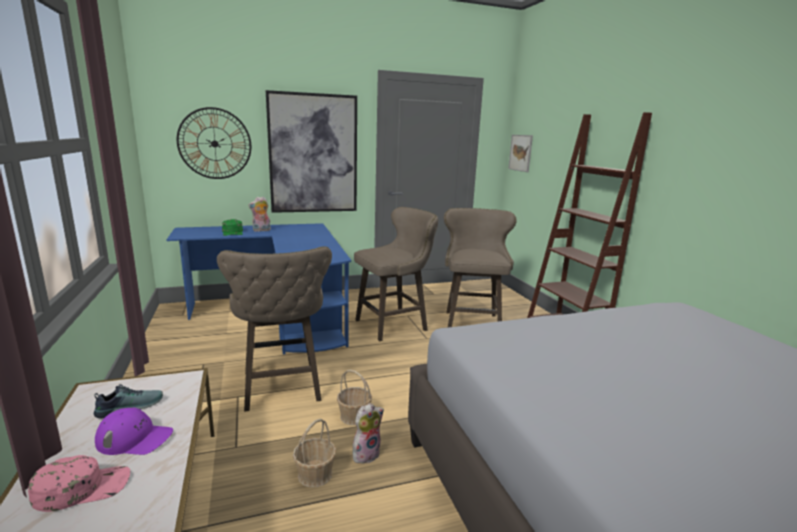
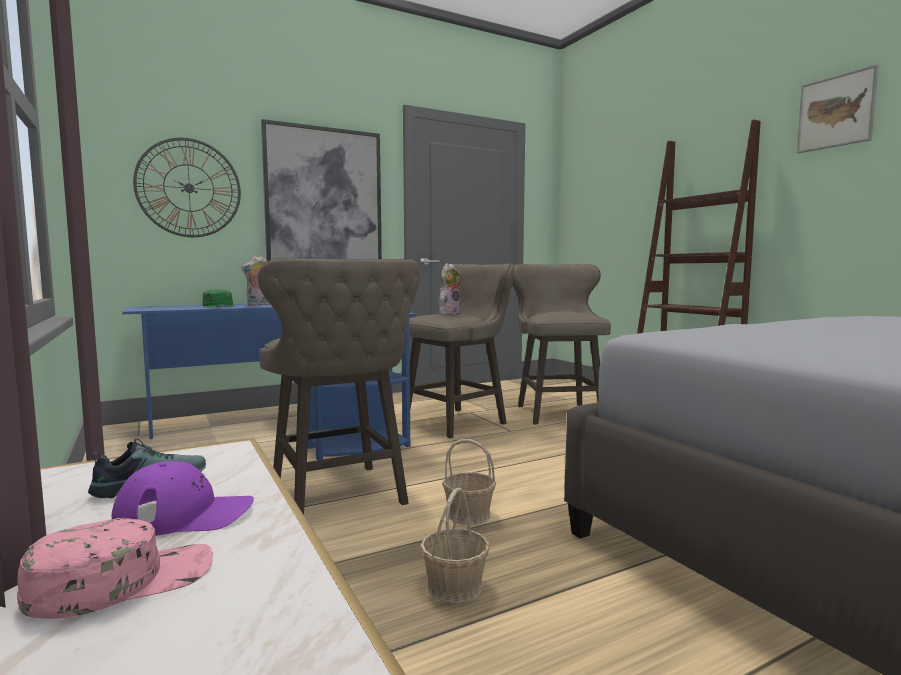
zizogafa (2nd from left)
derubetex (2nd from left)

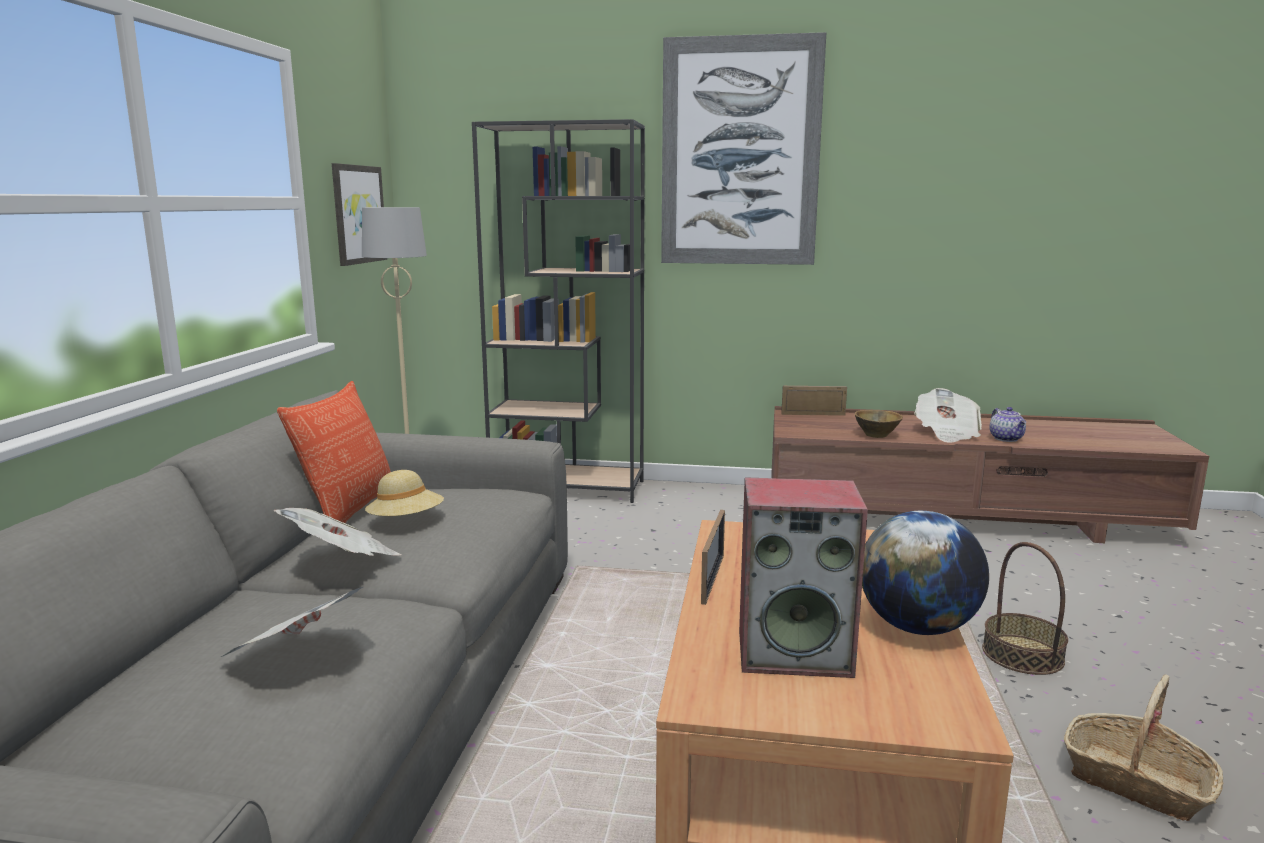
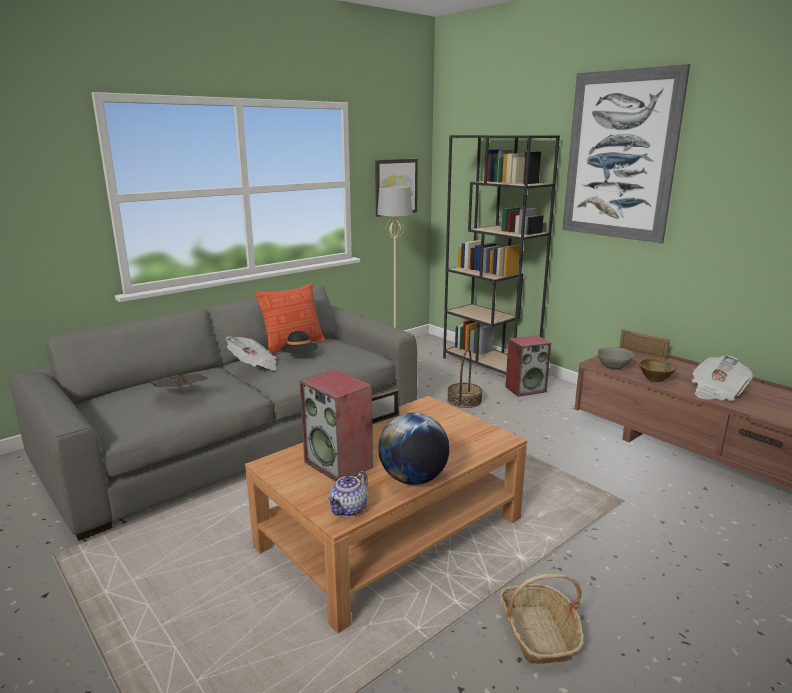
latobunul
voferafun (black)
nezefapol (1st from left)
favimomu (2nd from left)
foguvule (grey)

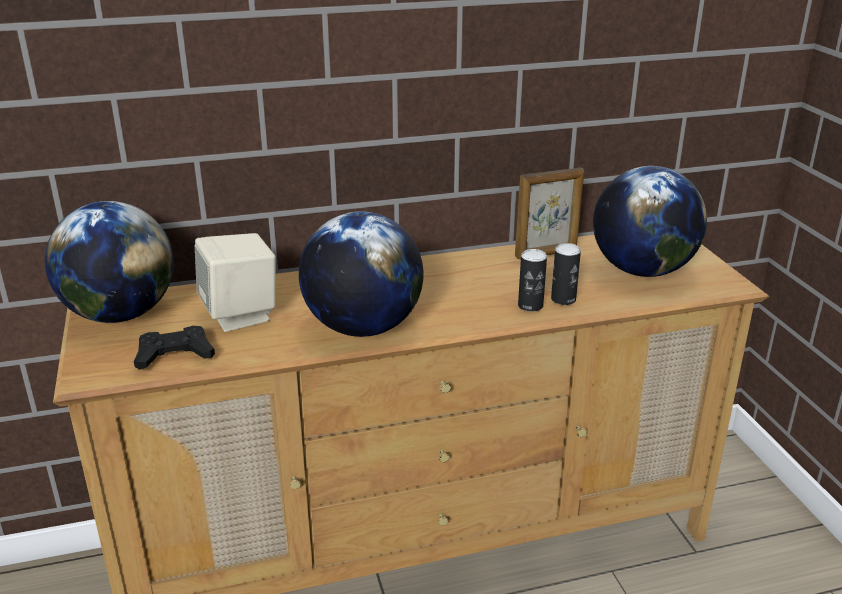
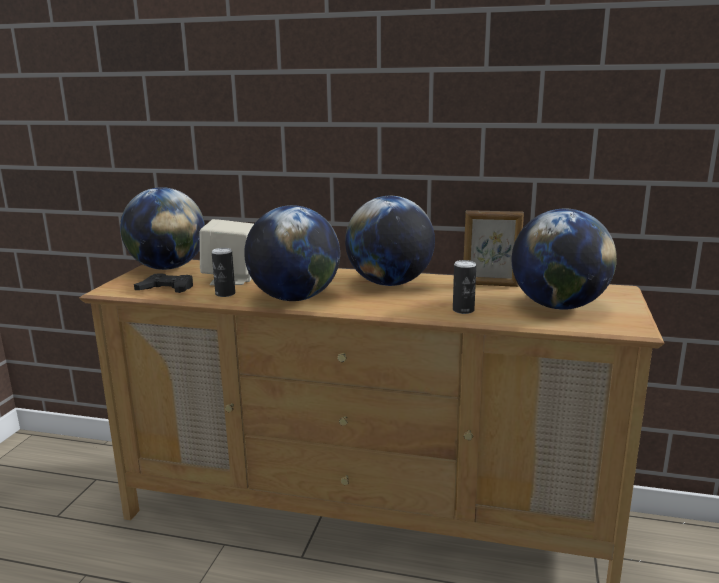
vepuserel (1st from left)
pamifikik (3rd from left)

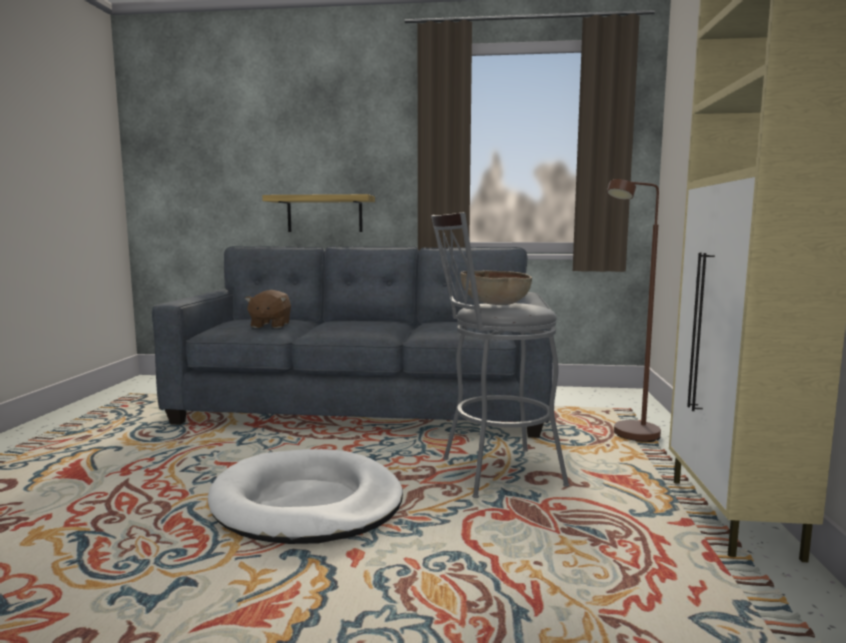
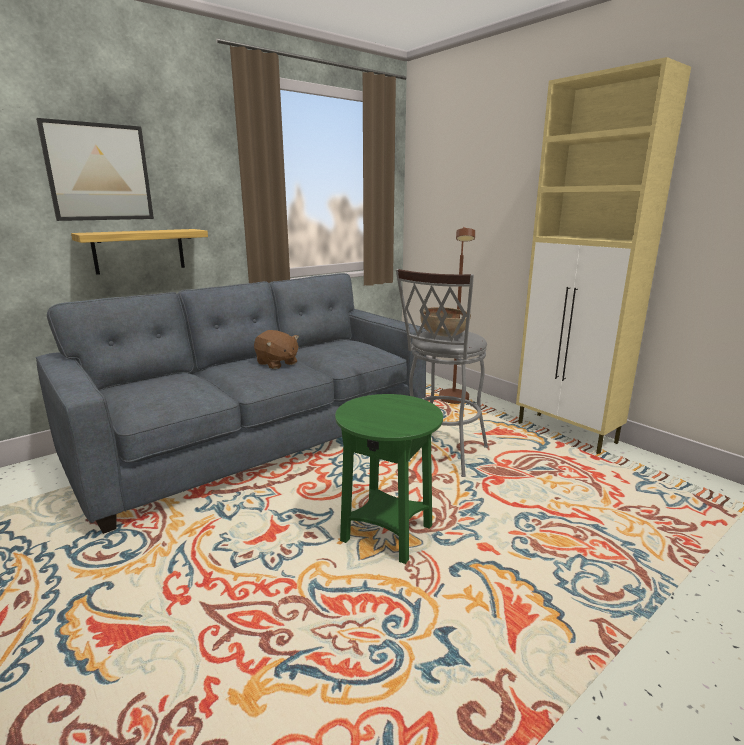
derubetex (brown)
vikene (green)
zizogafa

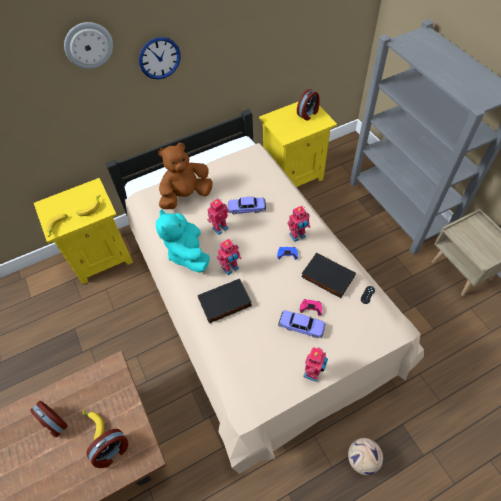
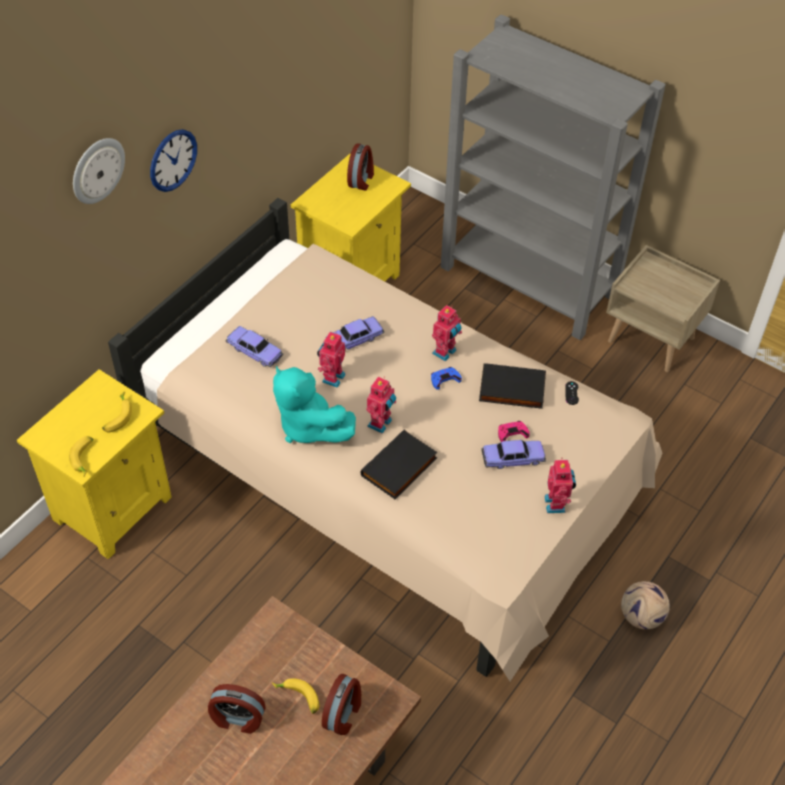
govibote (1st from left)

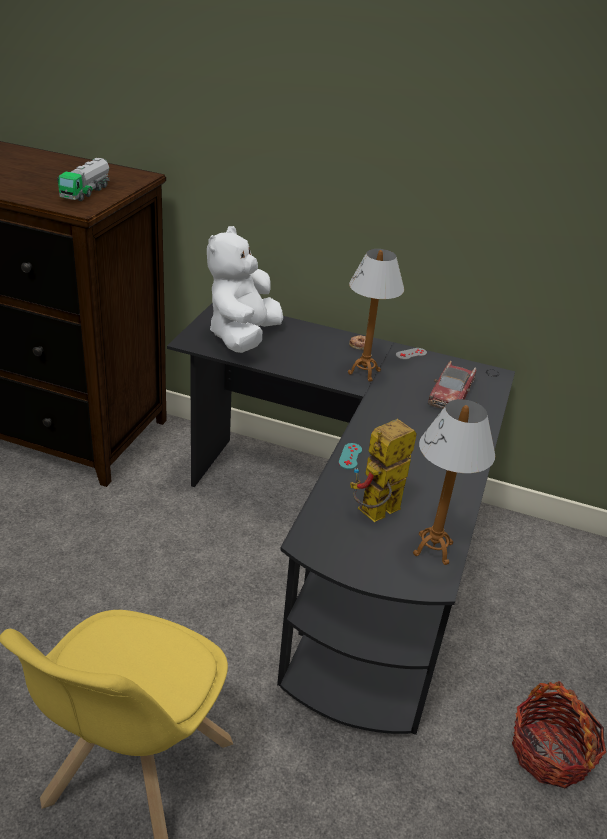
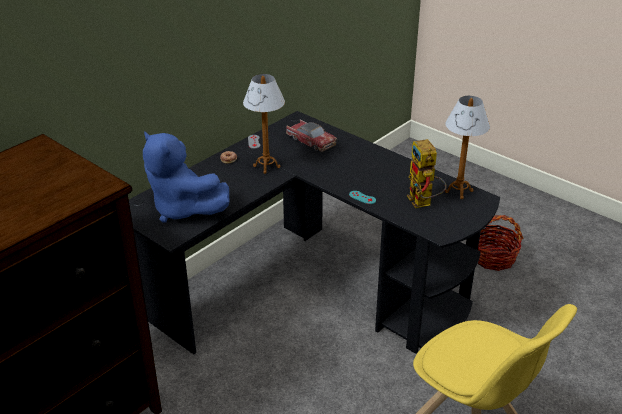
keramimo
derubetex (blue)

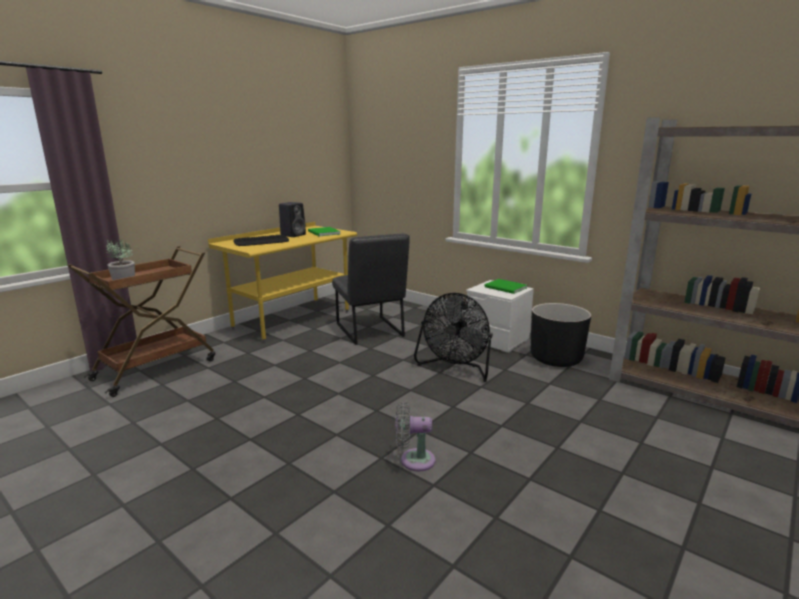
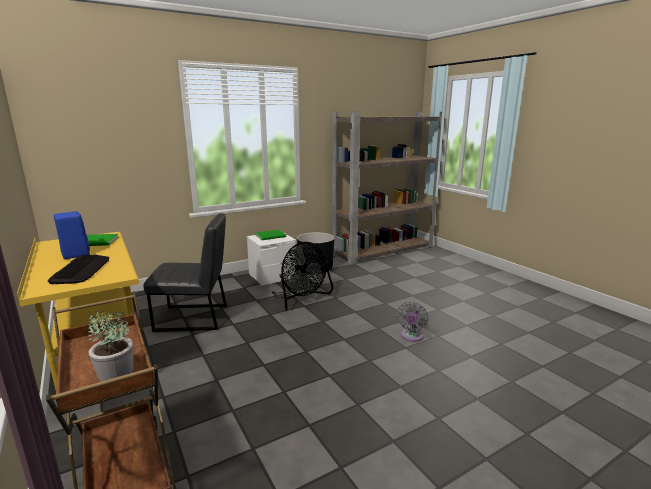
favimomu (blue)

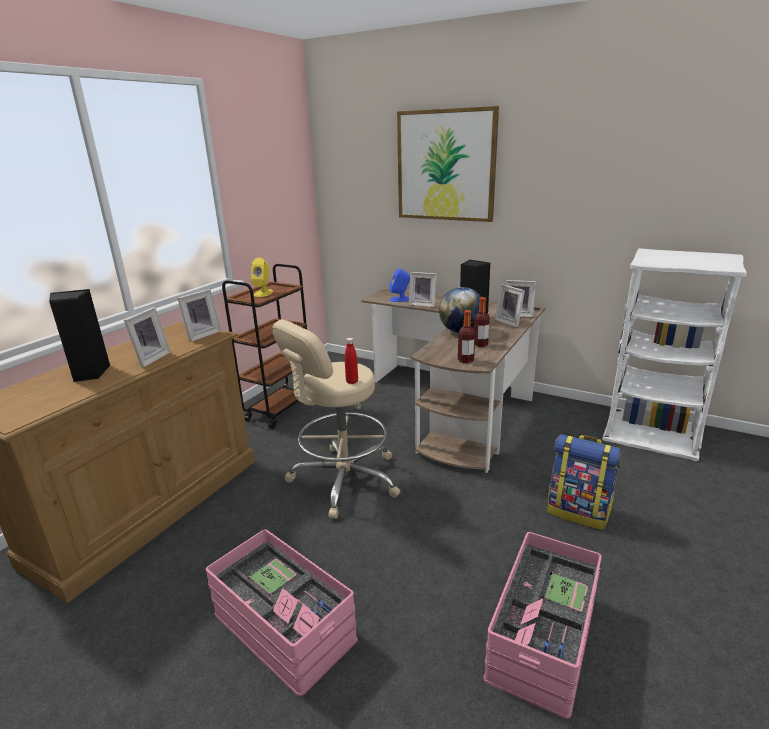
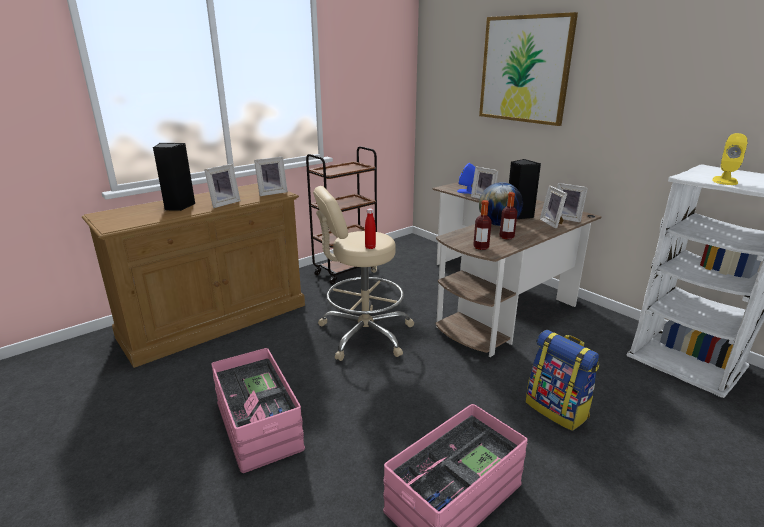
favimomu (yellow)

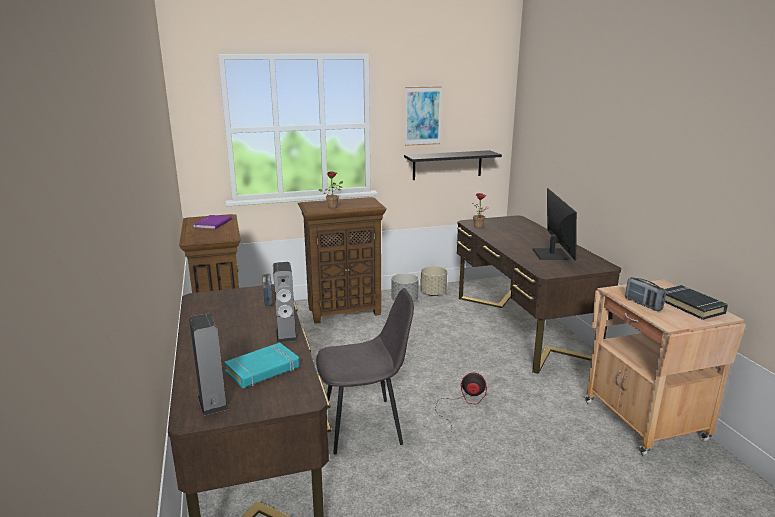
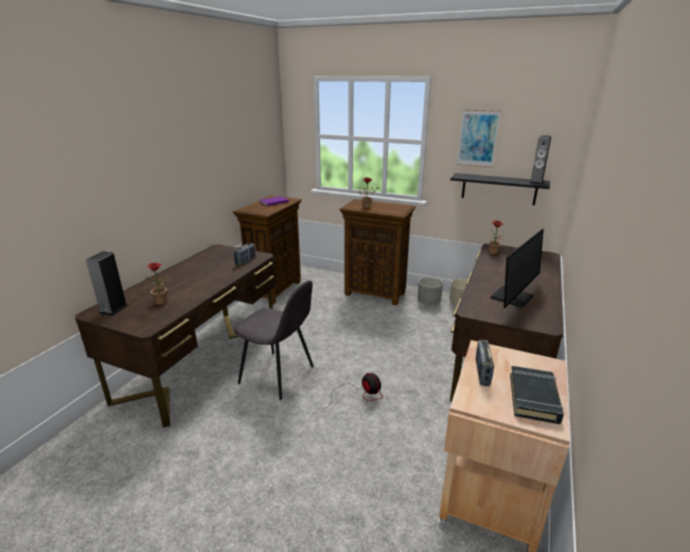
favimomu (2nd from left)
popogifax (1st from left)

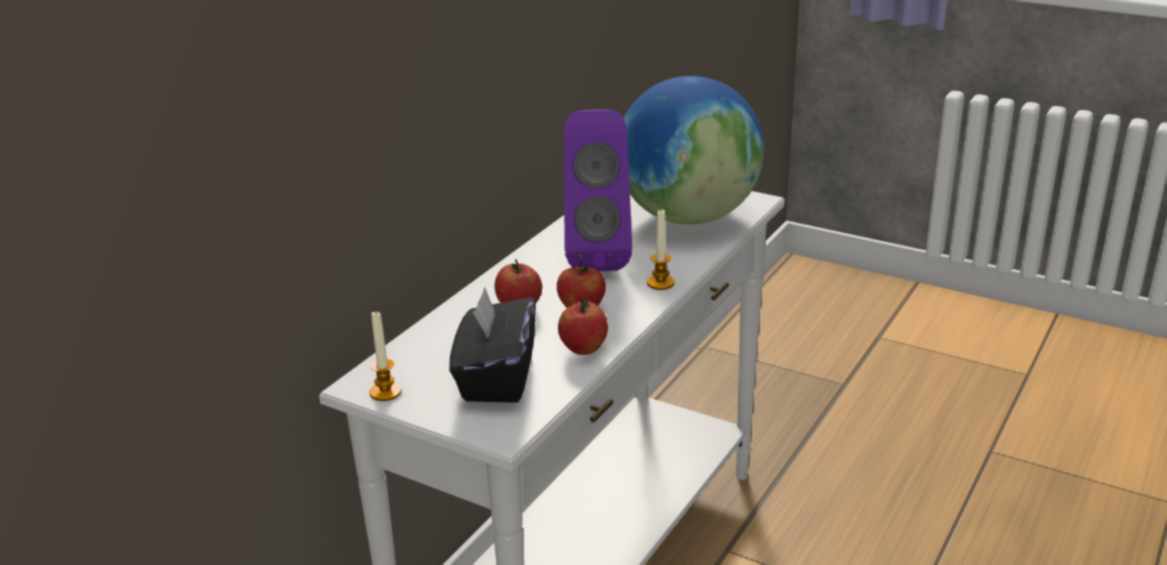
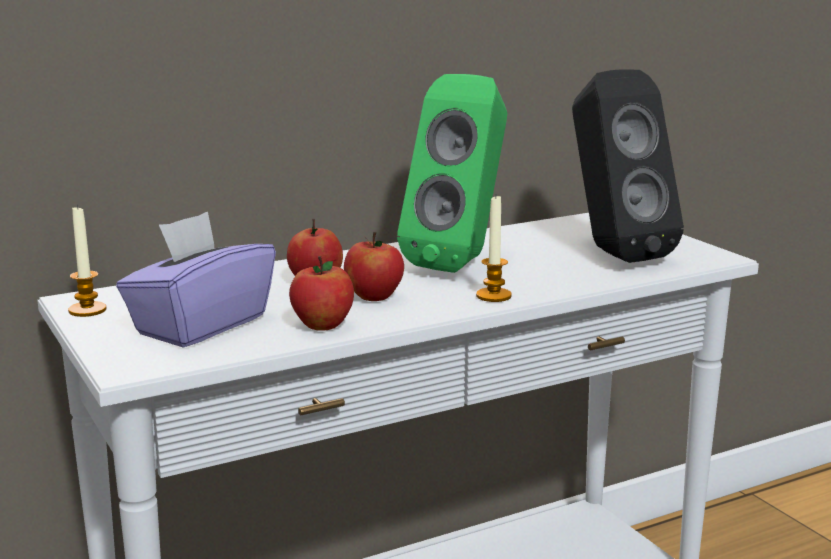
favimomu (black)
favimomu (green)
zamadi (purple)

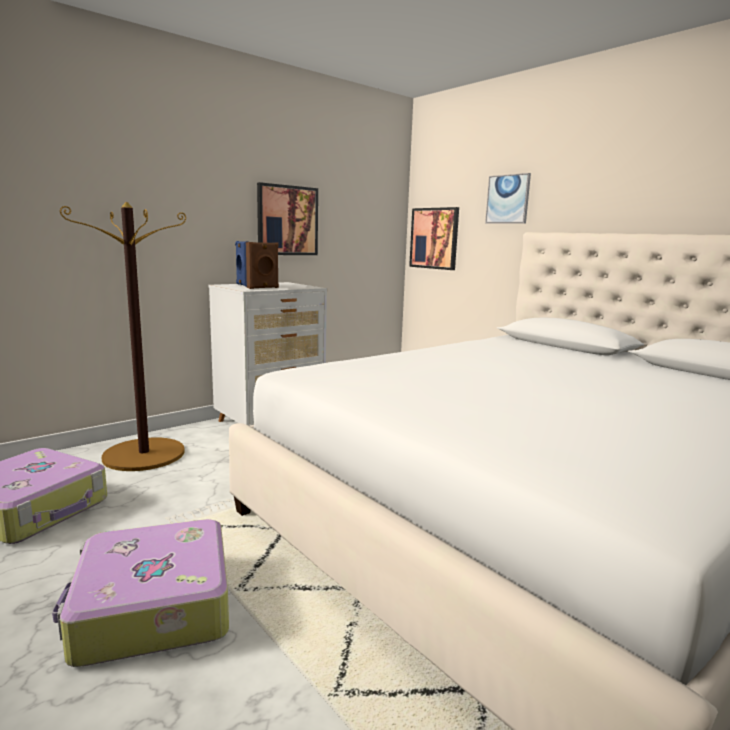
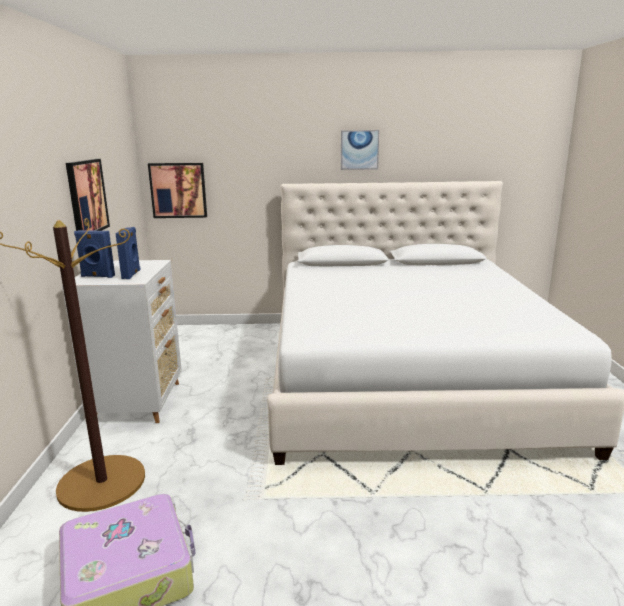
zizogafa (3rd from left)
favimomu (blue) (2nd from left)
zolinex (2nd from left in the first image)

